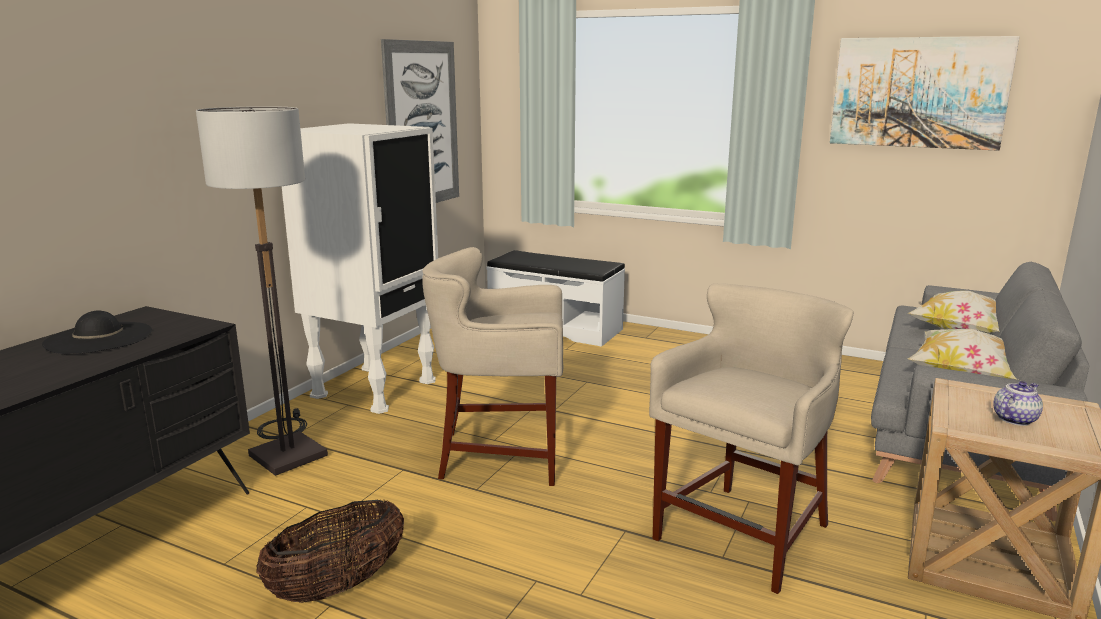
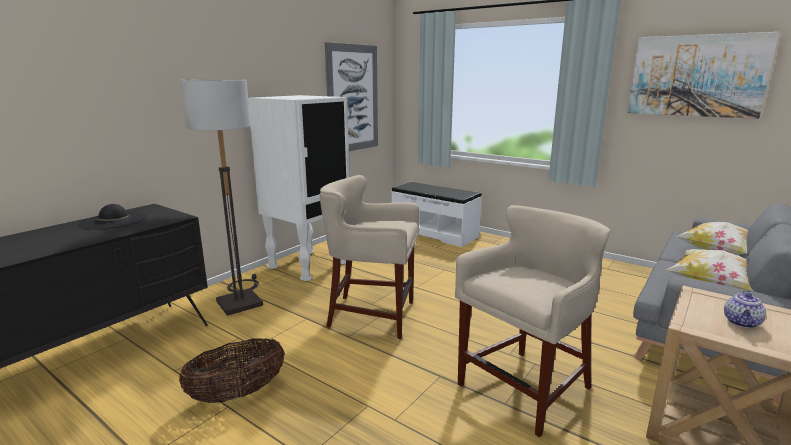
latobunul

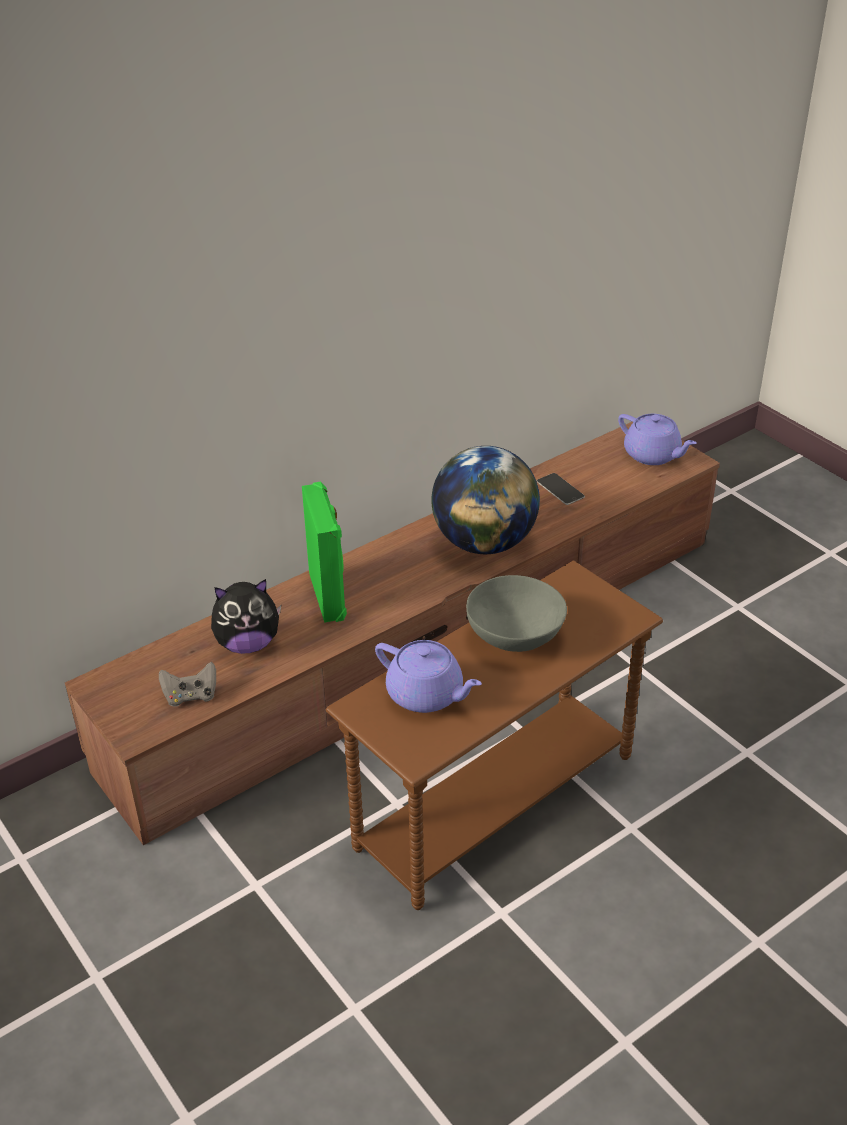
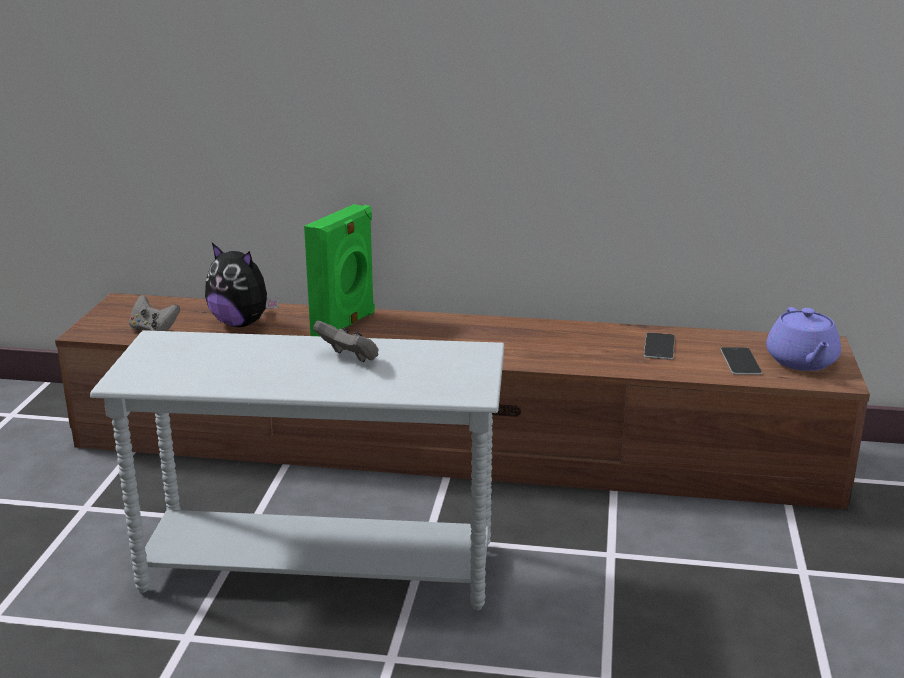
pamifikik
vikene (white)
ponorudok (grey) (2nd from left)
latobunul (purple) (1st from left in the first image)
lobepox (2nd from left)

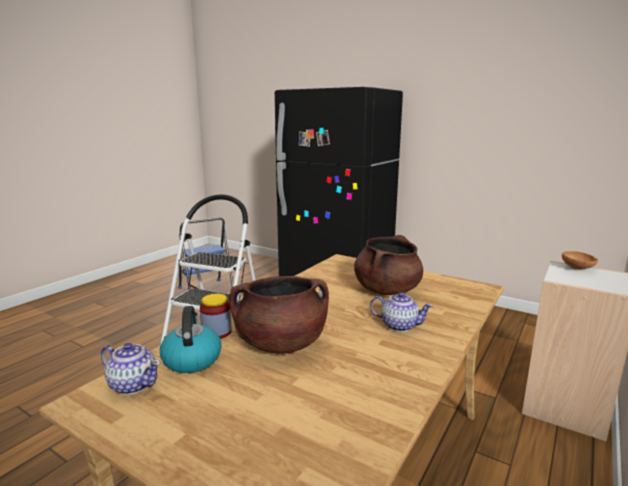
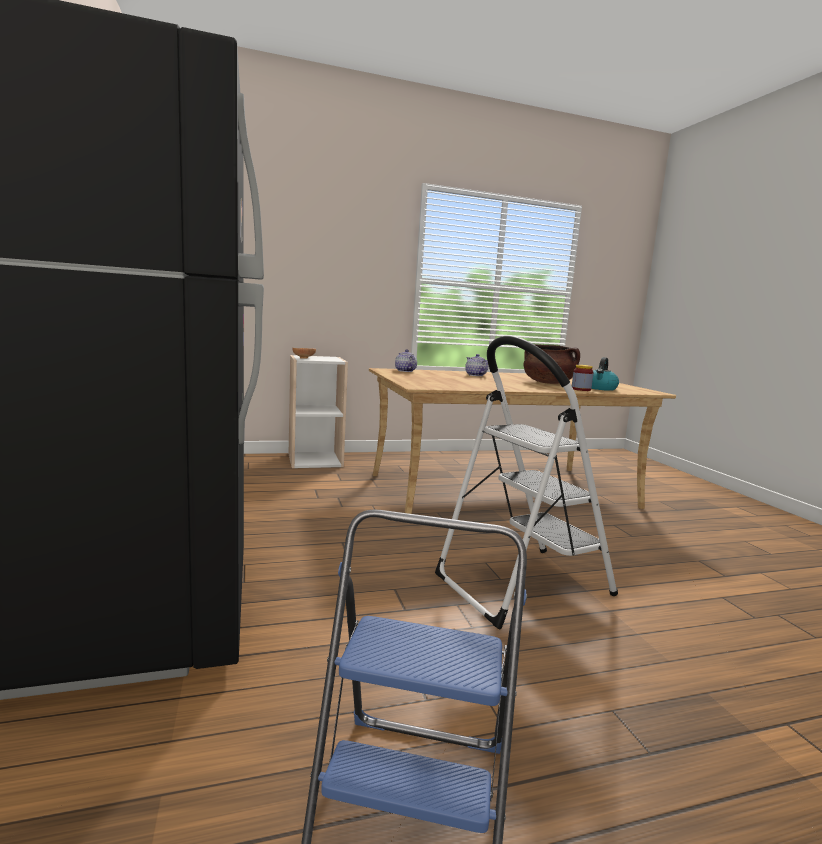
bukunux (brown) (2nd from left in the first image)
latobunul (1st from left)

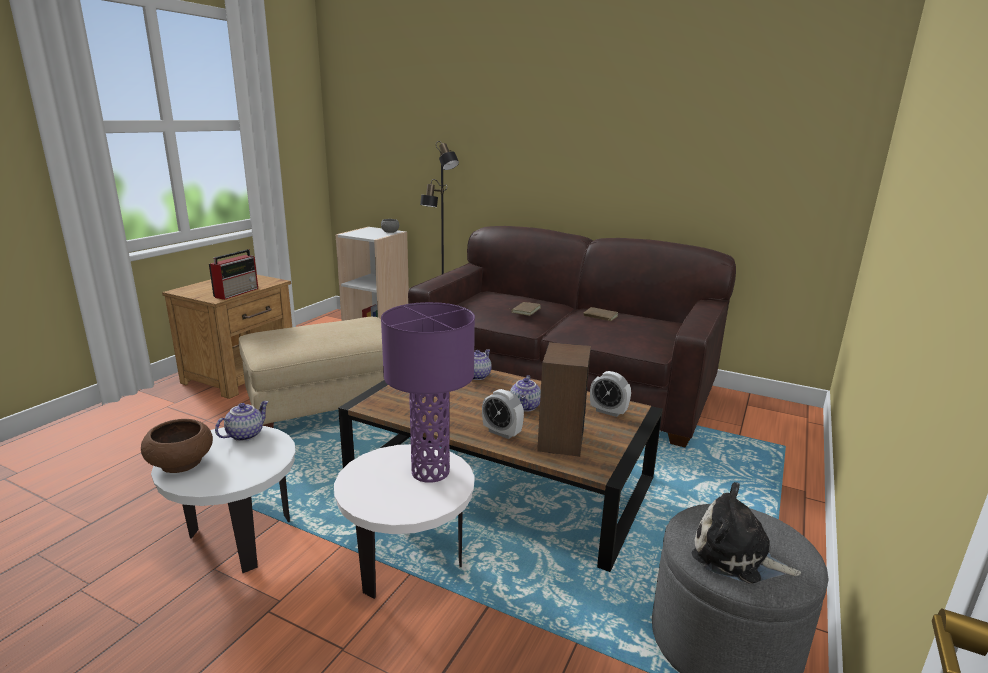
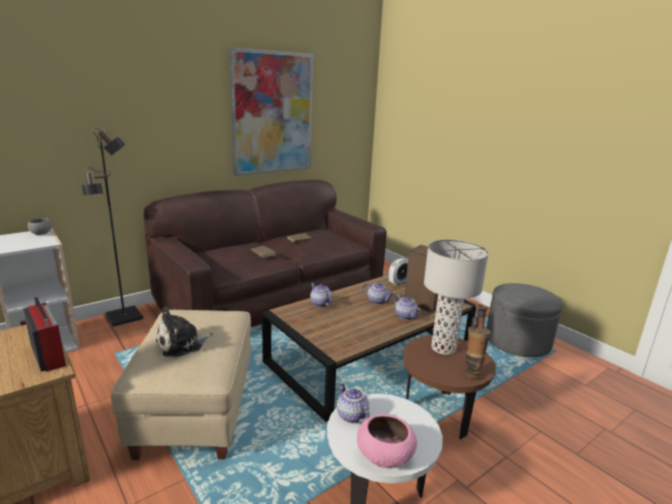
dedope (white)
latobunul (4th from left)
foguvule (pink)
vikene (brown)
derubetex
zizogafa
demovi

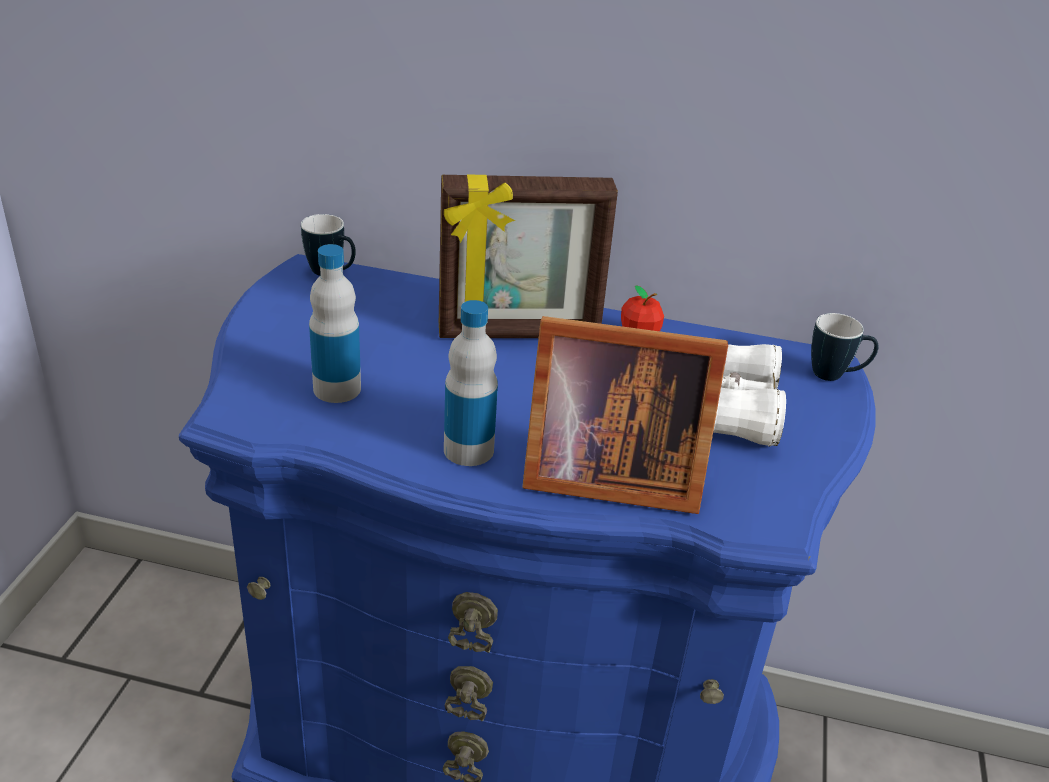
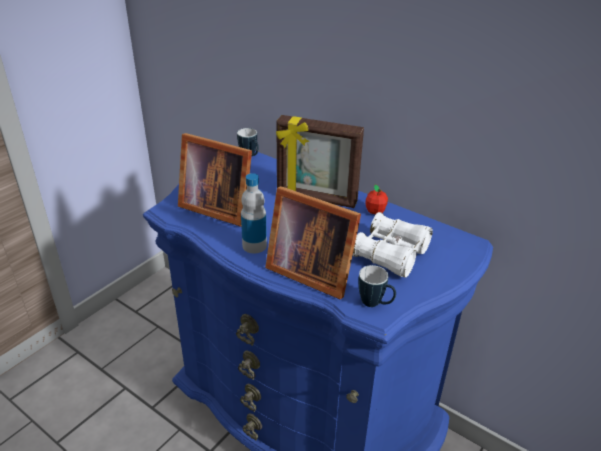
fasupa (1st from left)
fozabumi (2nd from left)

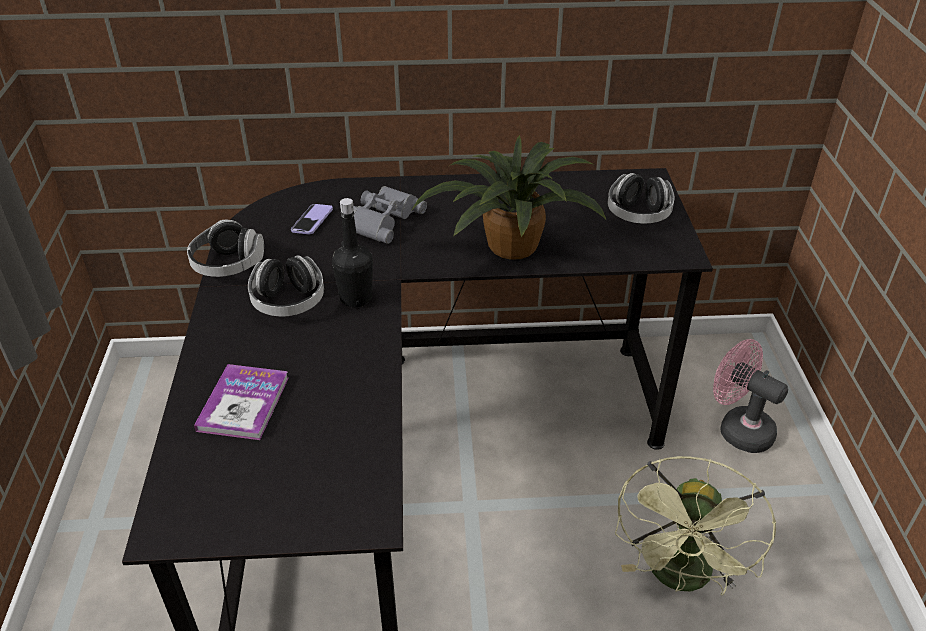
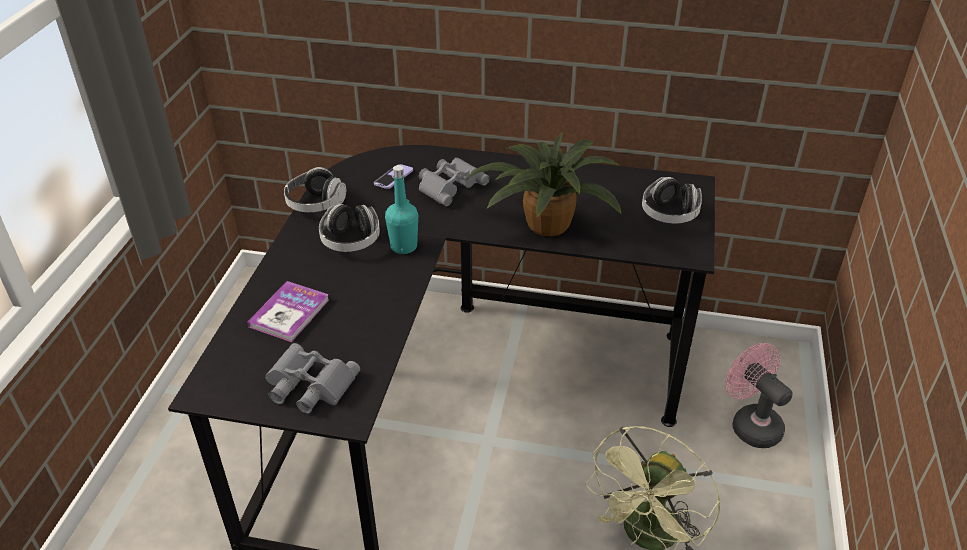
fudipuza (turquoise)
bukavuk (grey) (1st from left)

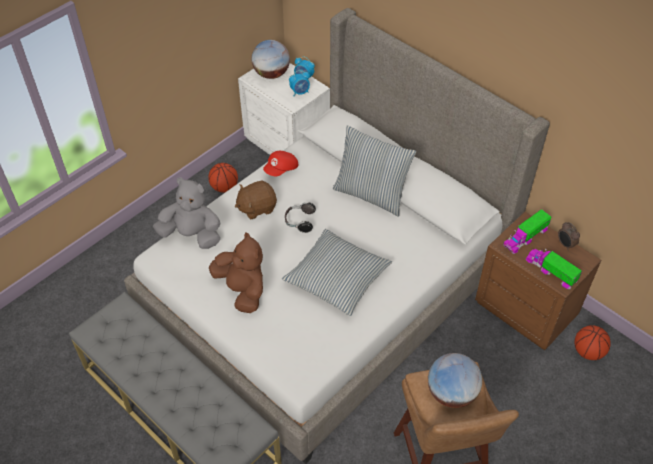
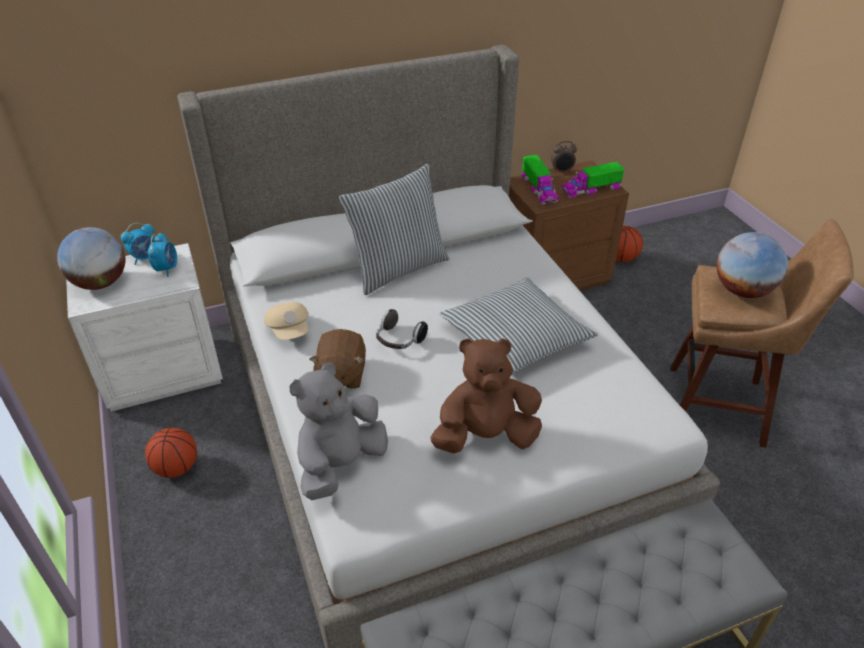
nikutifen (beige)

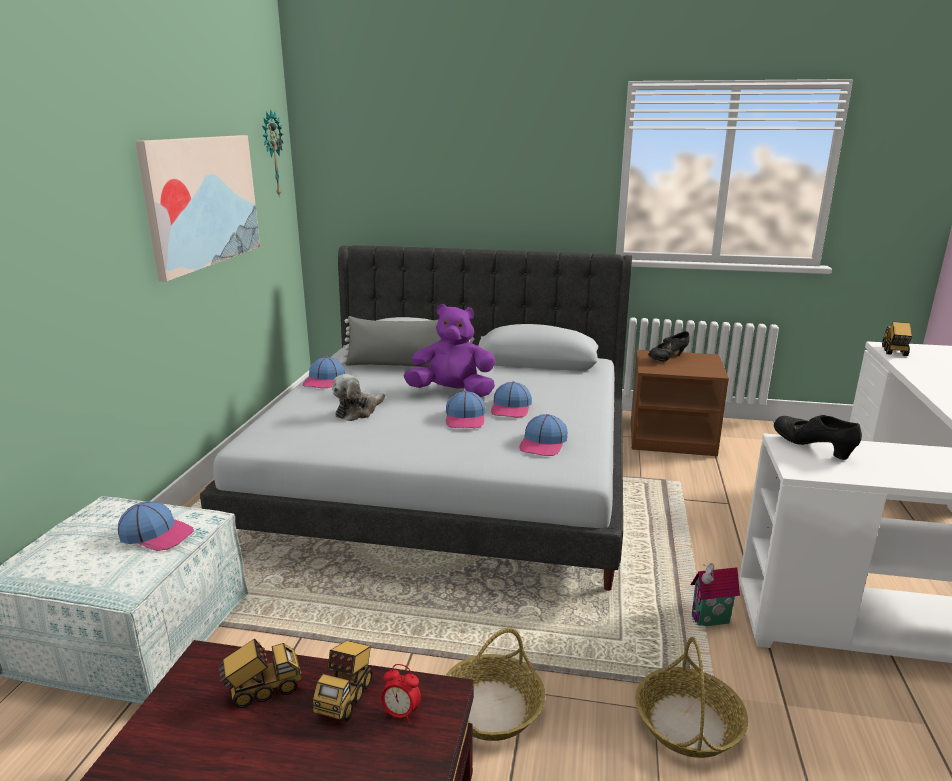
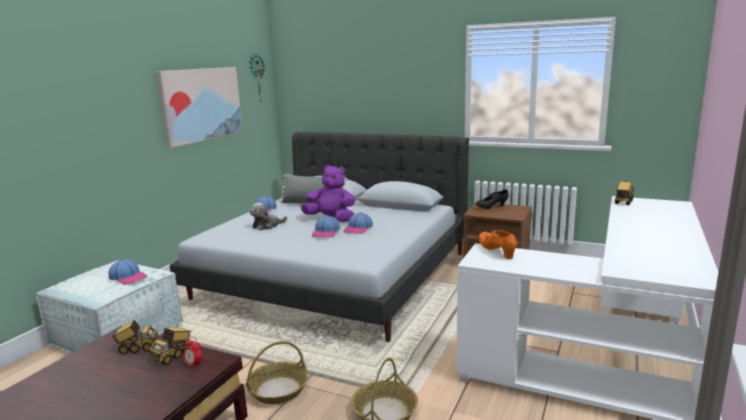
nikutifen (5th from left in the first image)
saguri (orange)
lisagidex

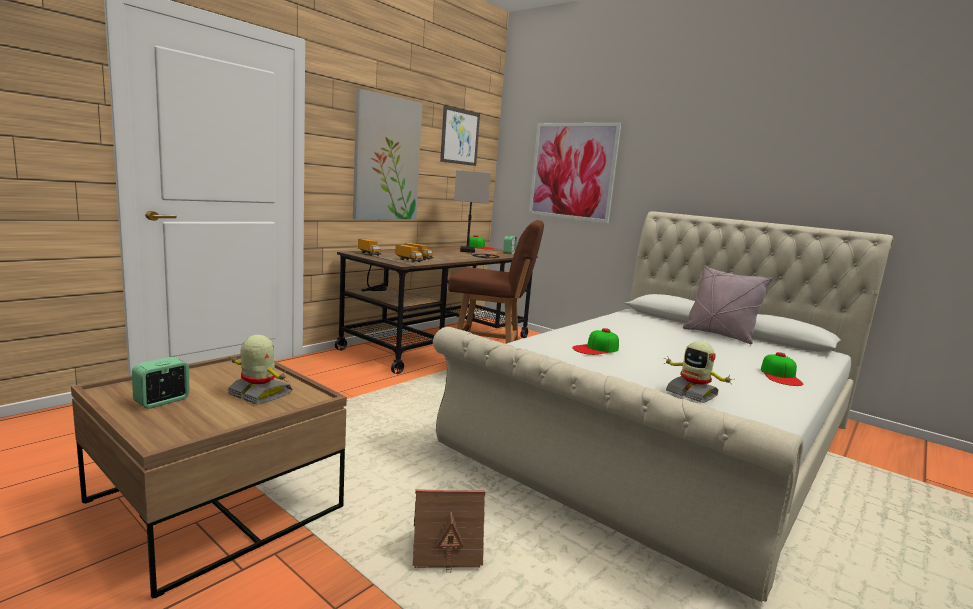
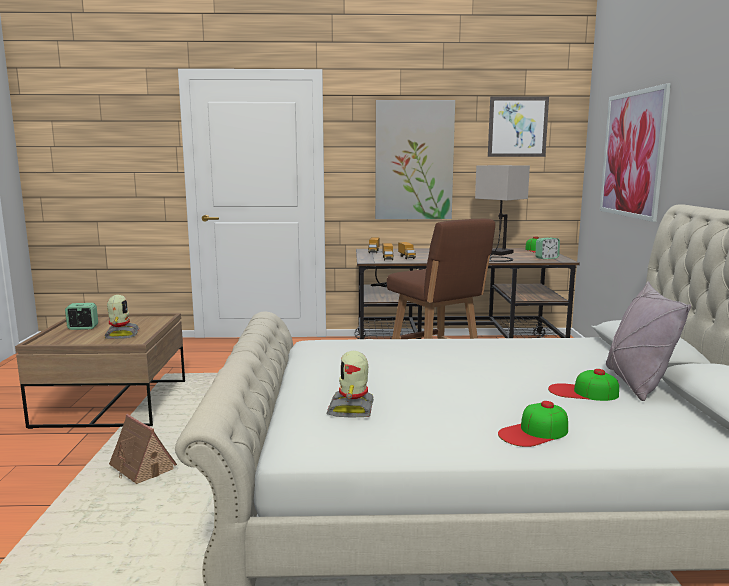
nikutifen (3rd from left)

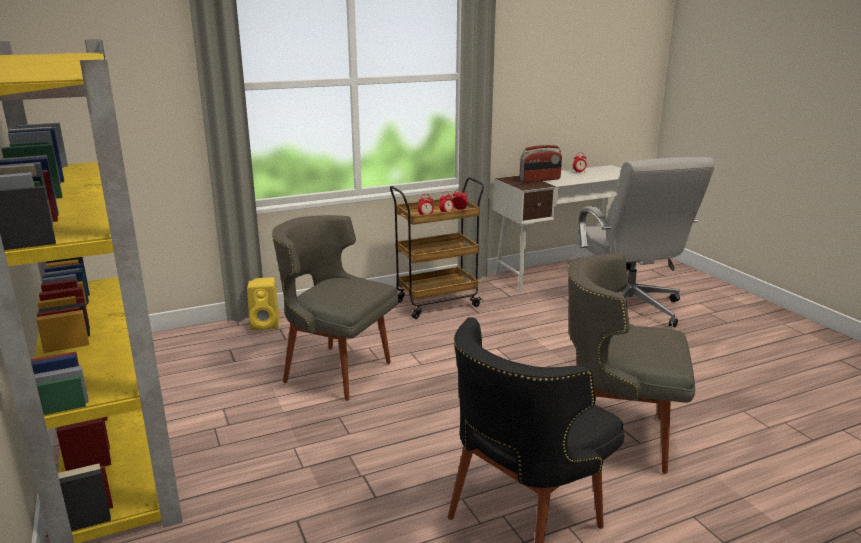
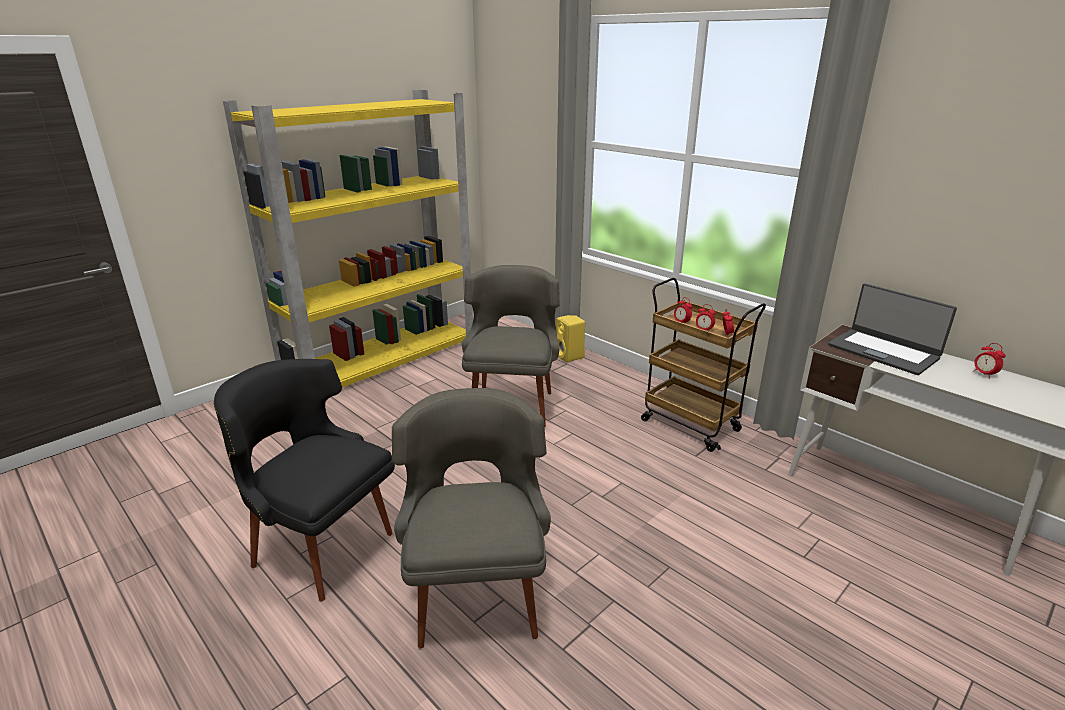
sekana
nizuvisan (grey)

